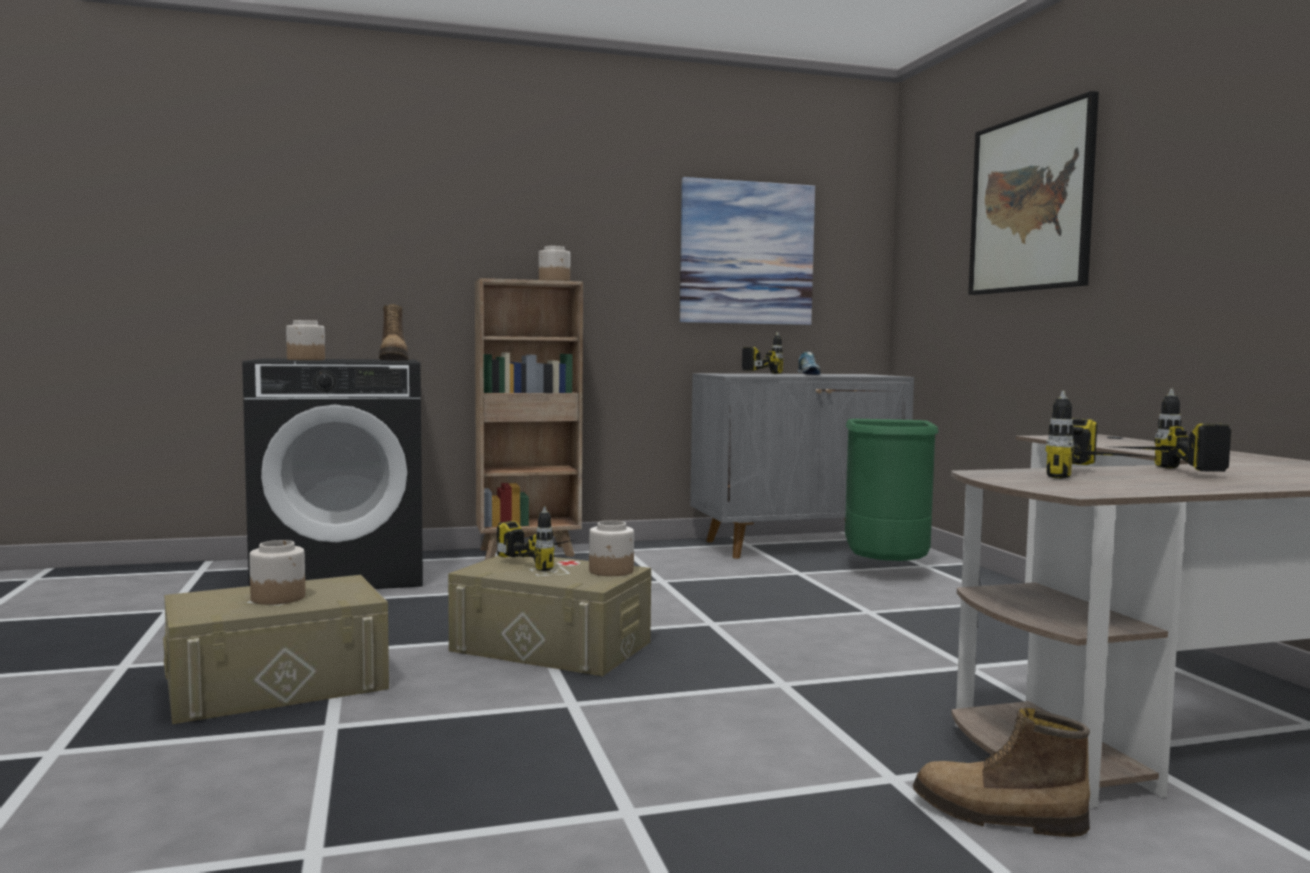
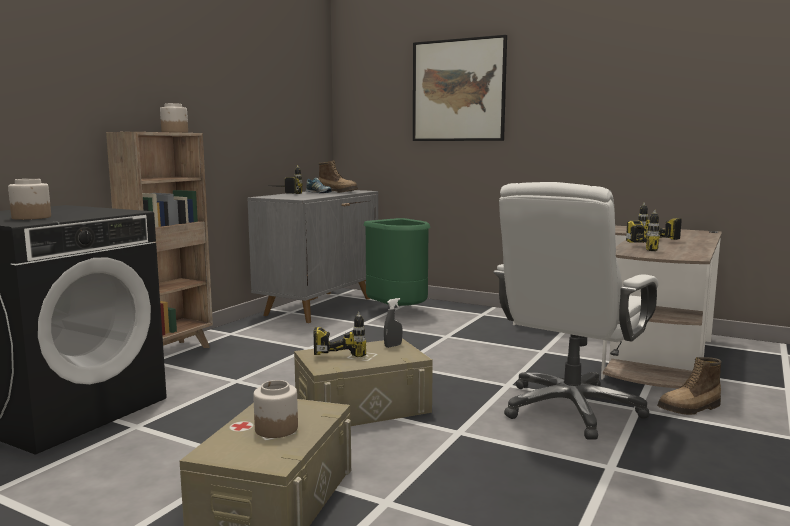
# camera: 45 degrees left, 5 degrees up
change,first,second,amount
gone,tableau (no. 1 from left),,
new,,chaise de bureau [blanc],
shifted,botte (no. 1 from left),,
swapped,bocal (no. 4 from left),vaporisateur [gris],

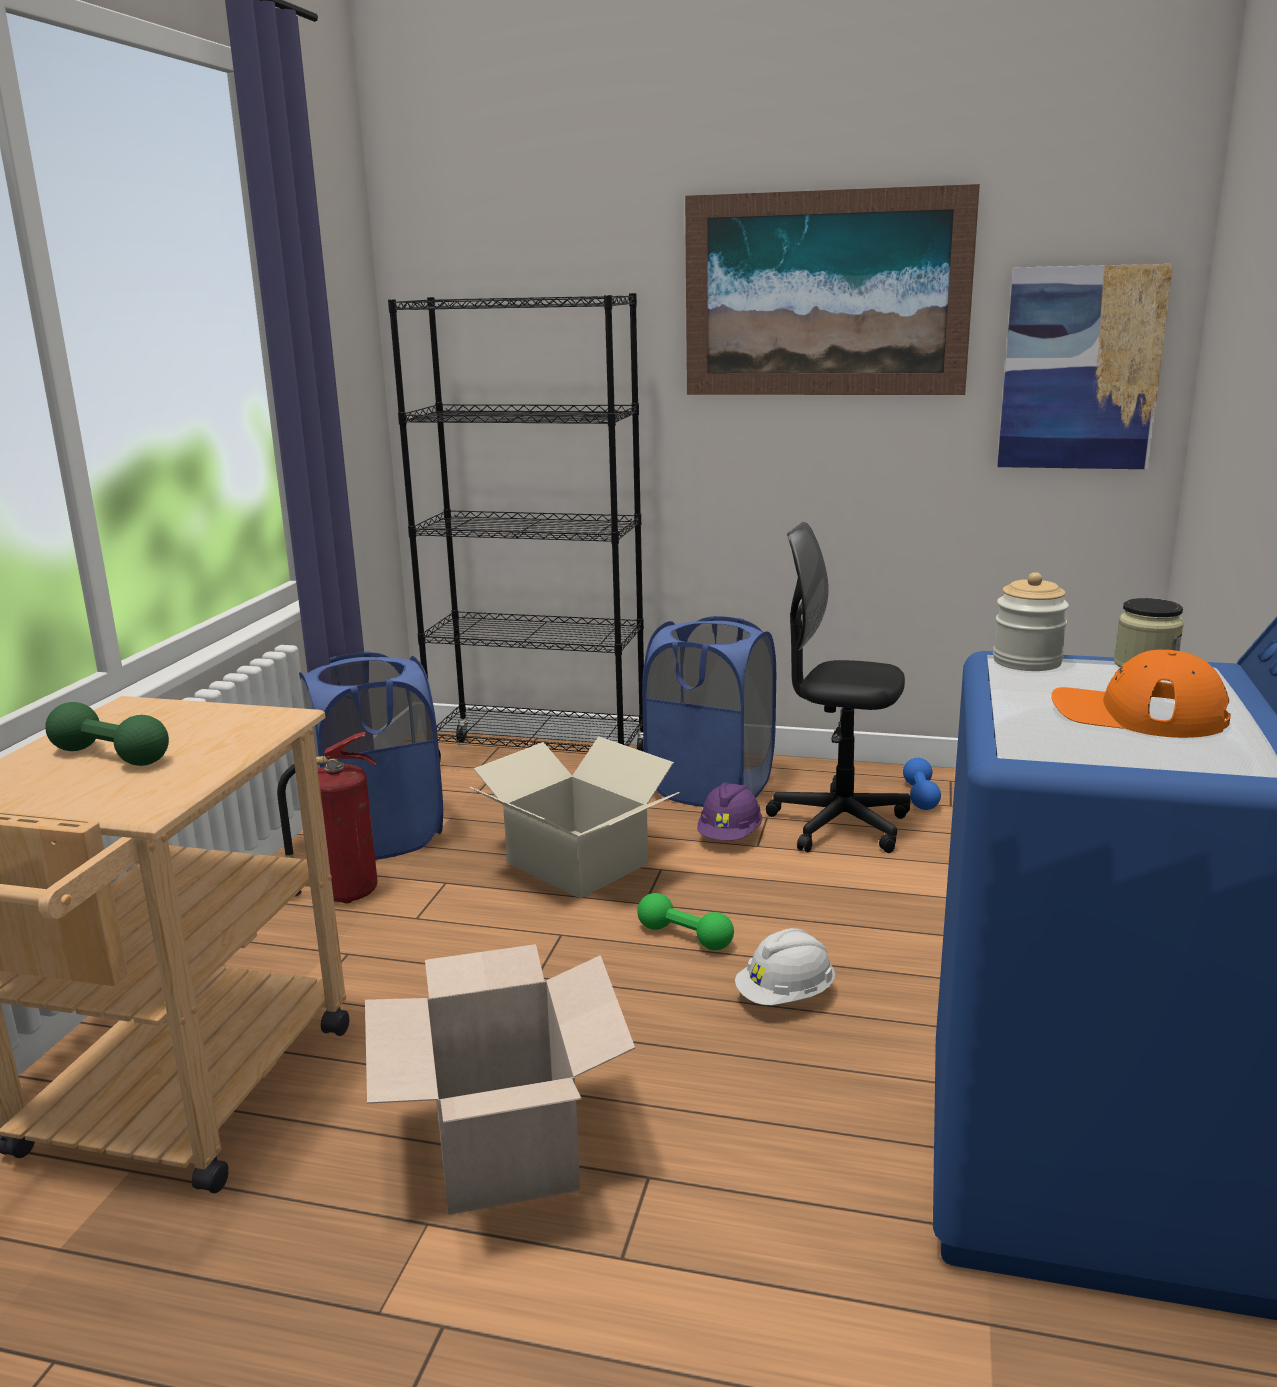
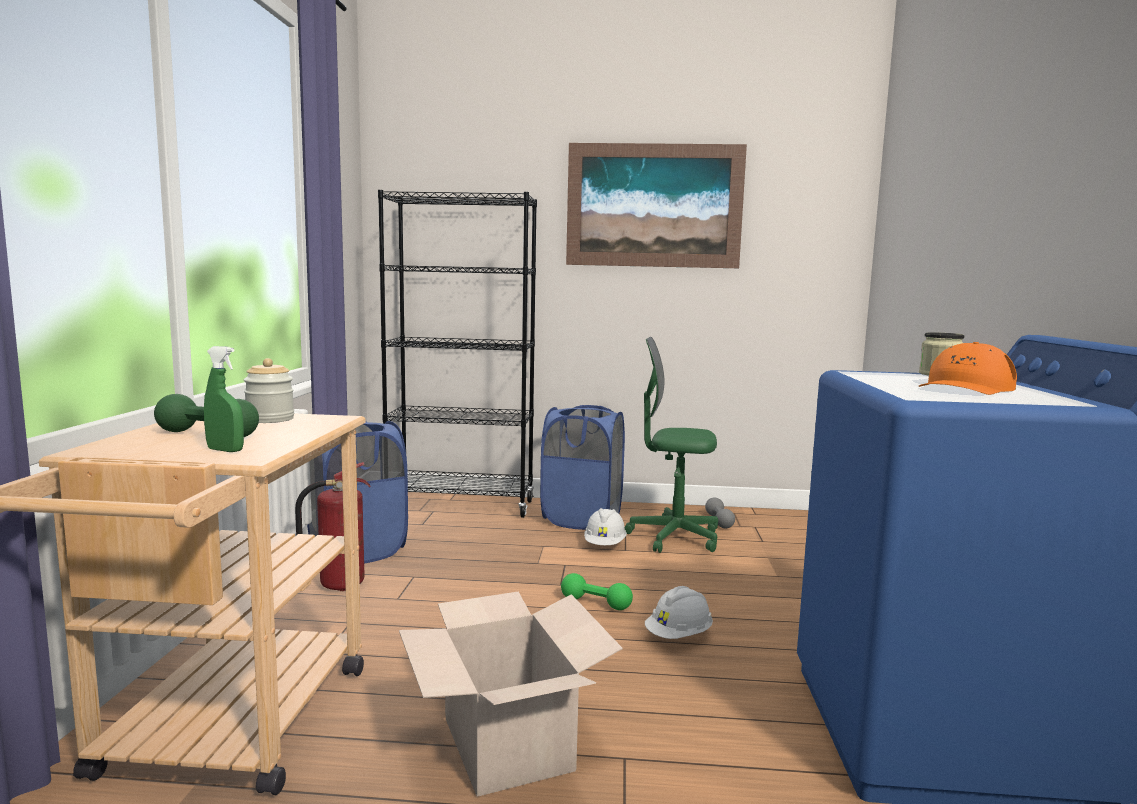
# camera: 10 degrees left, 10 degrees down
change,first,second,amount
gone,carton (no. 2 from left),,
gone,tableau (no. 2 from left),,
new,,vaporisateur [vert],
shifted,bocal (no. 1 from left),,
repainted,casque de chantier [violet],casque de chantier [blanc] (no. 1 from left),
repainted,chaise de bureau [noir],chaise de bureau [vert],
repainted,haltère [bleu],haltère [gris],
rotated,casquette [orange],,60 degrees counterclockwise

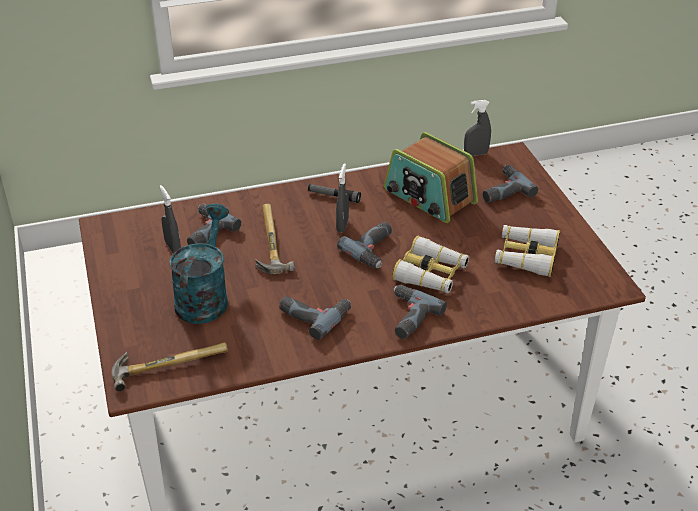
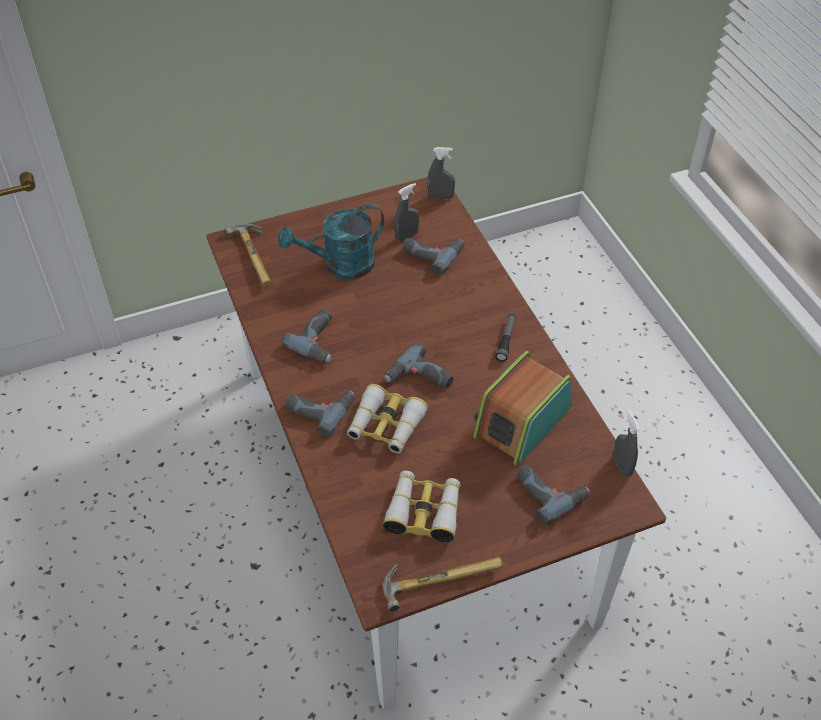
# camera: 85 degrees right, 10 degrees up
change,first,second,amount
shifted,marteau (no. 2 from left),,
shifted,vaporisateur [gris] (no. 2 from left),,
rotated,arrosoir [turquoise],,150 degrees clockwise

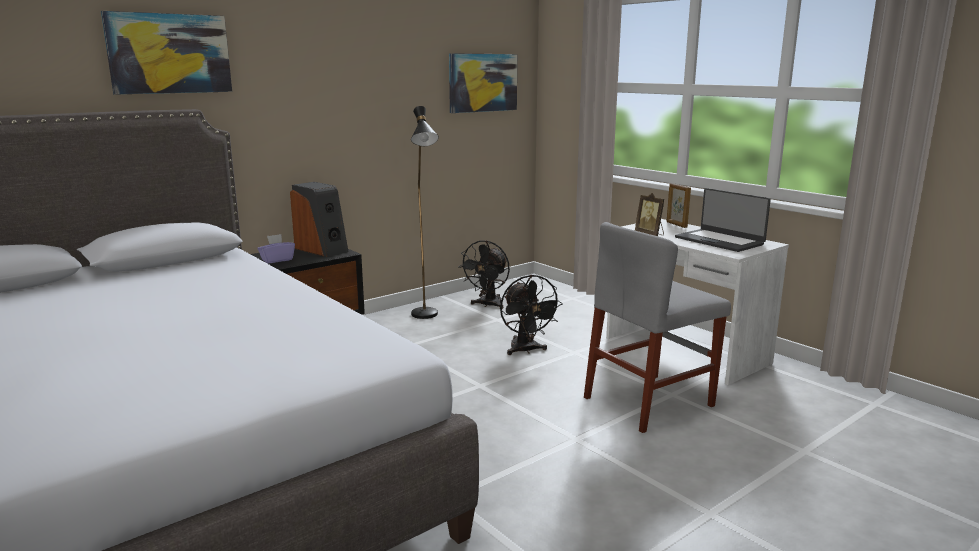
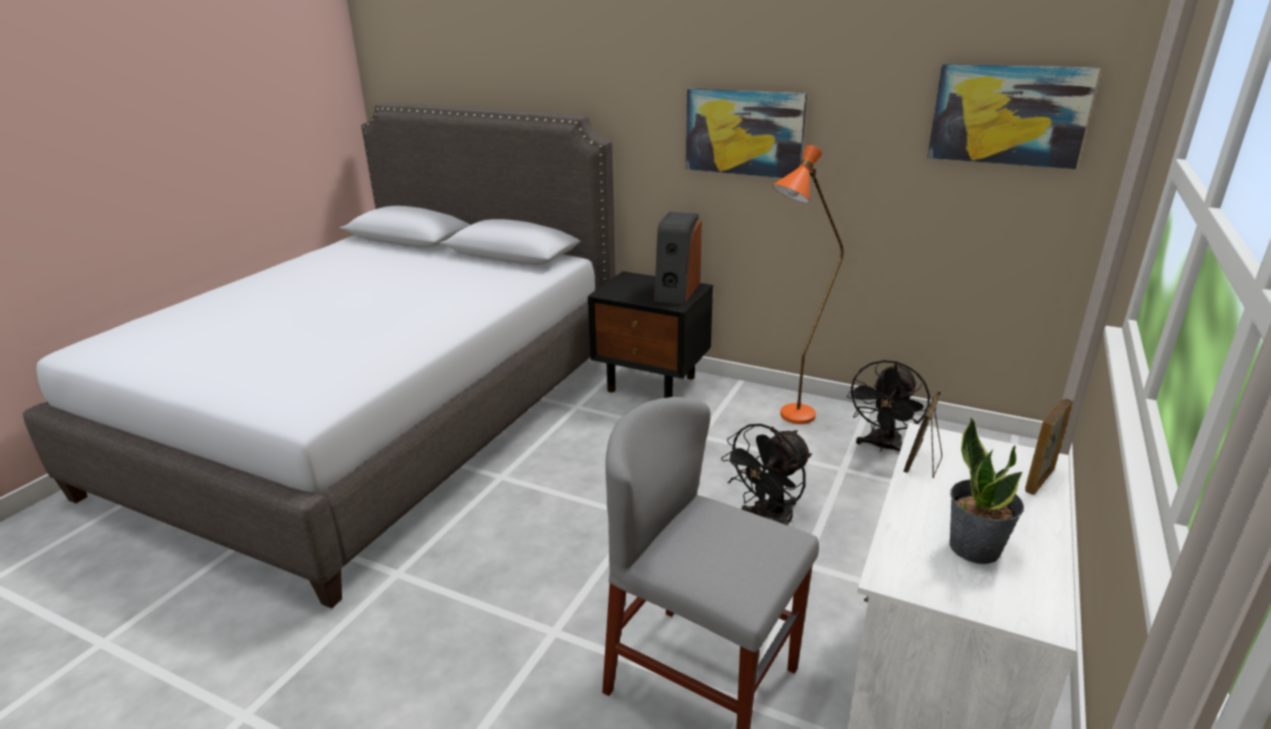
# camera: 65 degrees right, 10 degrees up
change,first,second,amount
gone,boîte à mouchoirs [violet],,
shifted,tableau (no. 1 from left),,
swapped,ordinateur portable,plante en pot,
repainted,lampadaire [noir],lampadaire [orange],
rotated,ventilateur [noir] (no. 1 from left in the first image),ventilateur [noir] (no. 2 from left),60 degrees counterclockwise

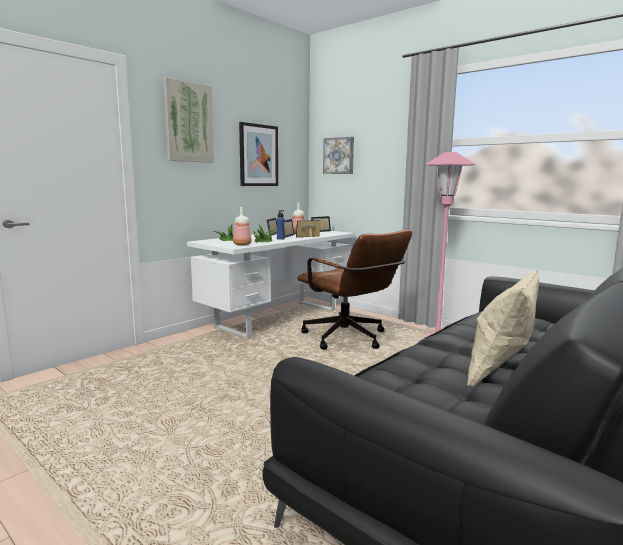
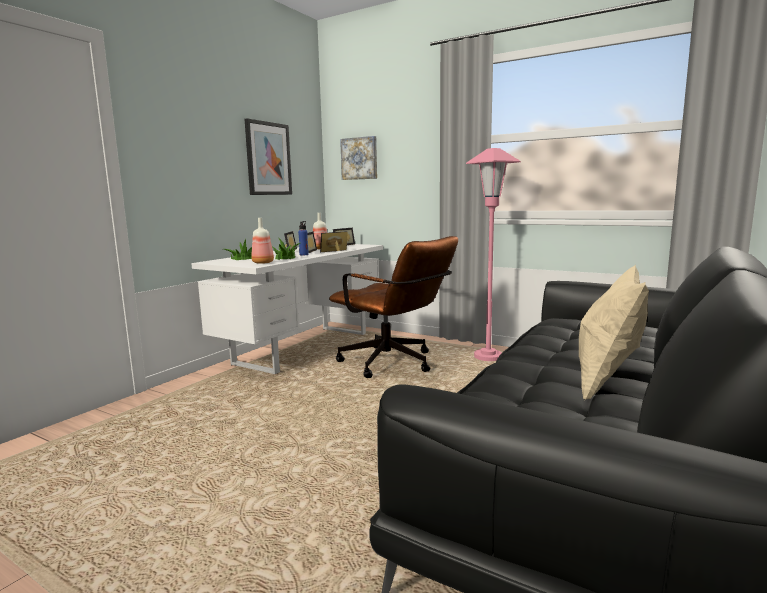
# camera: 10 degrees left, 0 degrees up
change,first,second,amount
gone,tableau (no. 1 from left),,

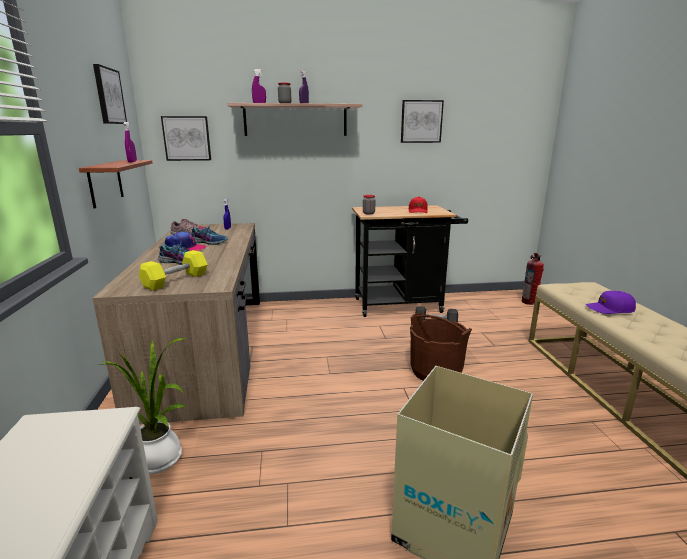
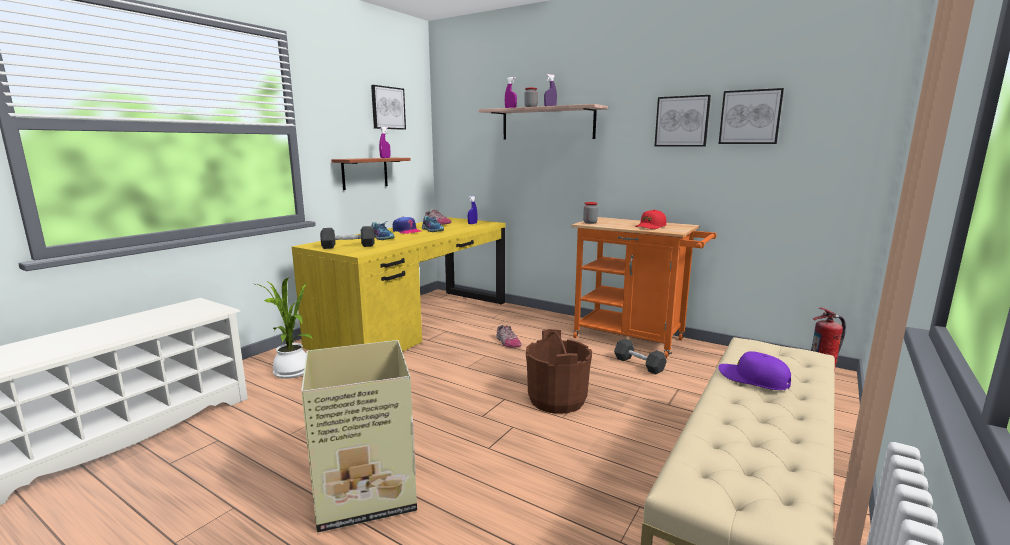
# camera: 40 degrees right, 5 degrees down
change,first,second,amount
new,,chaussure (no. 4 from left),
shifted,tableau (no. 2 from left in the first image),tableau (no. 3 from left),
repainted,bureau [marron],bureau [jaune],
repainted,haltère [jaune],haltère [noir] (no. 1 from left),
repainted,chariot [noir],chariot [orange],

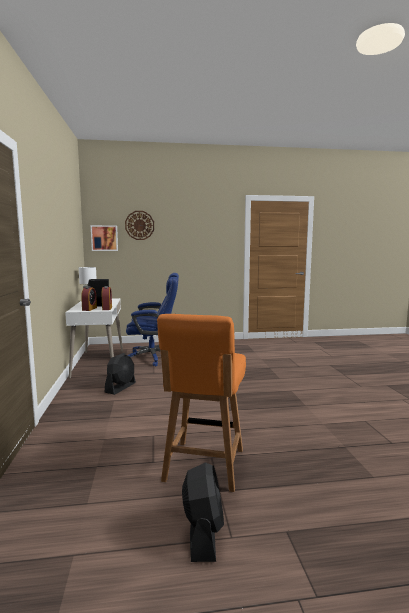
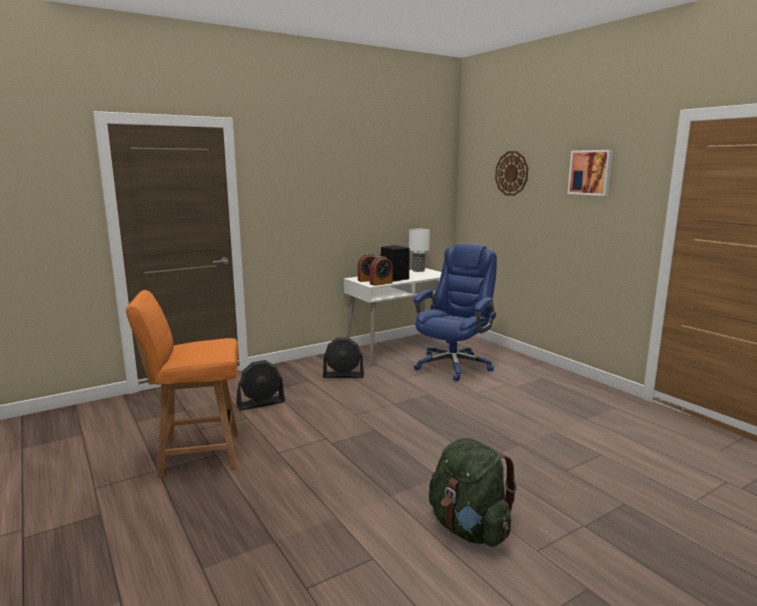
# camera: 65 degrees right, 5 degrees up
change,first,second,amount
new,,sac à dos [vert],
shifted,tableau,,
shifted,ventilateur [noir] (no. 2 from left in the first image),ventilateur [noir] (no. 1 from left),
rotated,chaise de bureau [bleu],,120 degrees counterclockwise

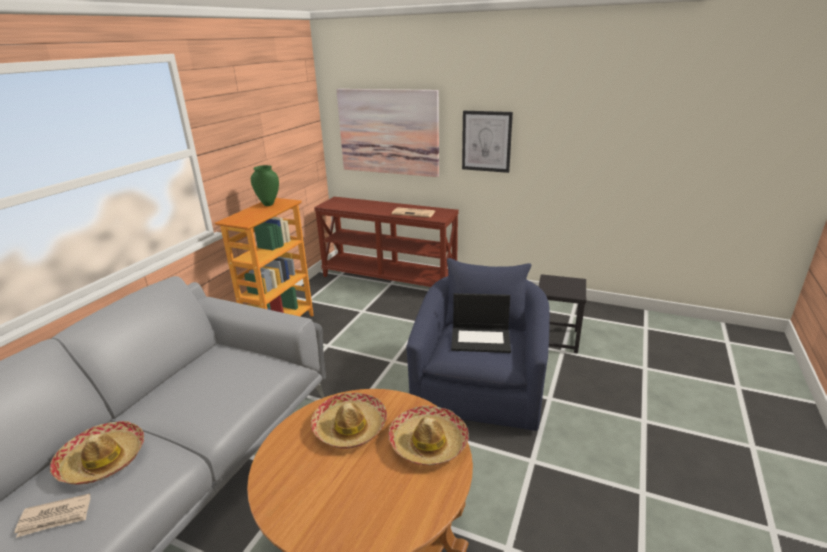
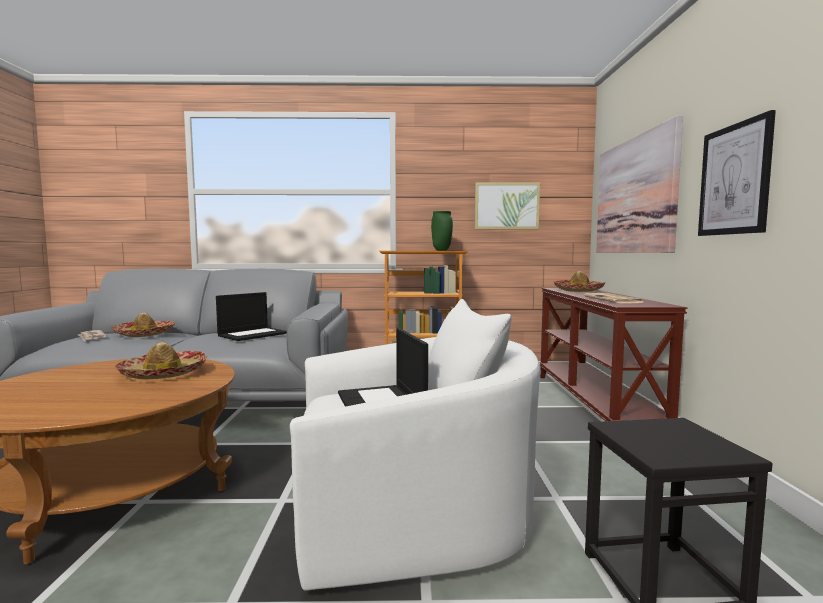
# camera: 65 degrees right, 20 degrees down
change,first,second,amount
new,,ordinateur portable (no. 1 from left),
new,,tableau (no. 1 from left),
shifted,chapeau (no. 3 from left),,
repainted,fauteuil [bleu],fauteuil [blanc],

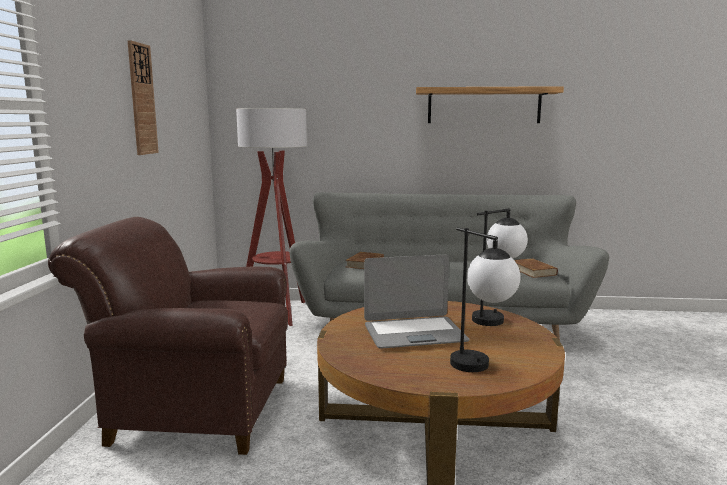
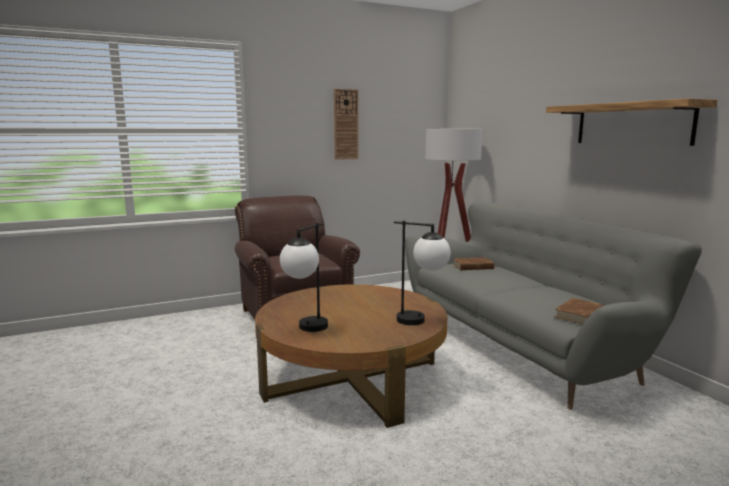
# camera: 60 degrees right, 0 degrees up
change,first,second,amount
gone,ordinateur portable,,

